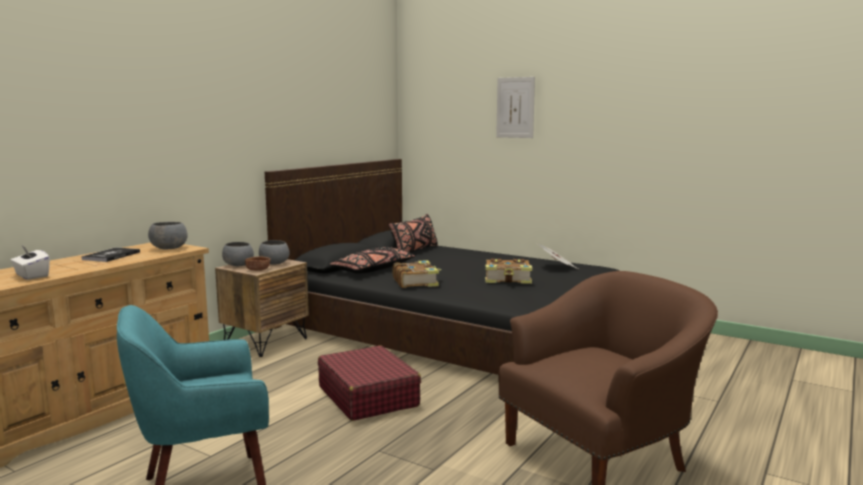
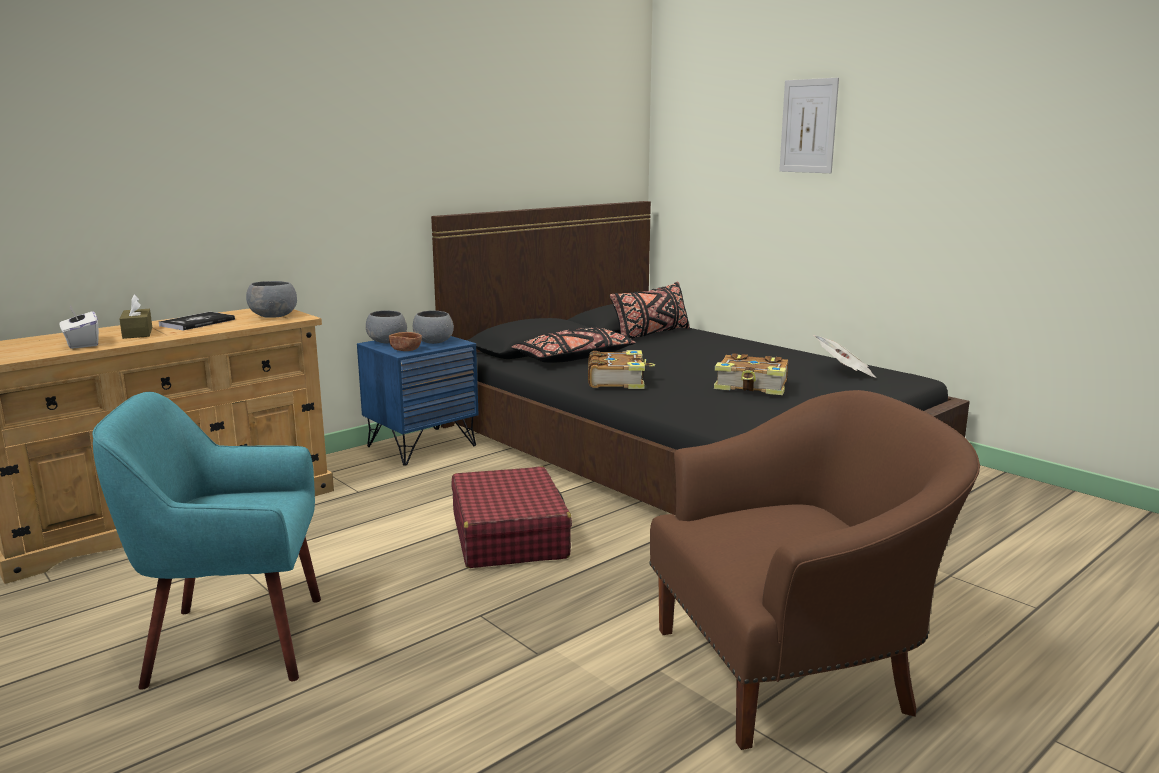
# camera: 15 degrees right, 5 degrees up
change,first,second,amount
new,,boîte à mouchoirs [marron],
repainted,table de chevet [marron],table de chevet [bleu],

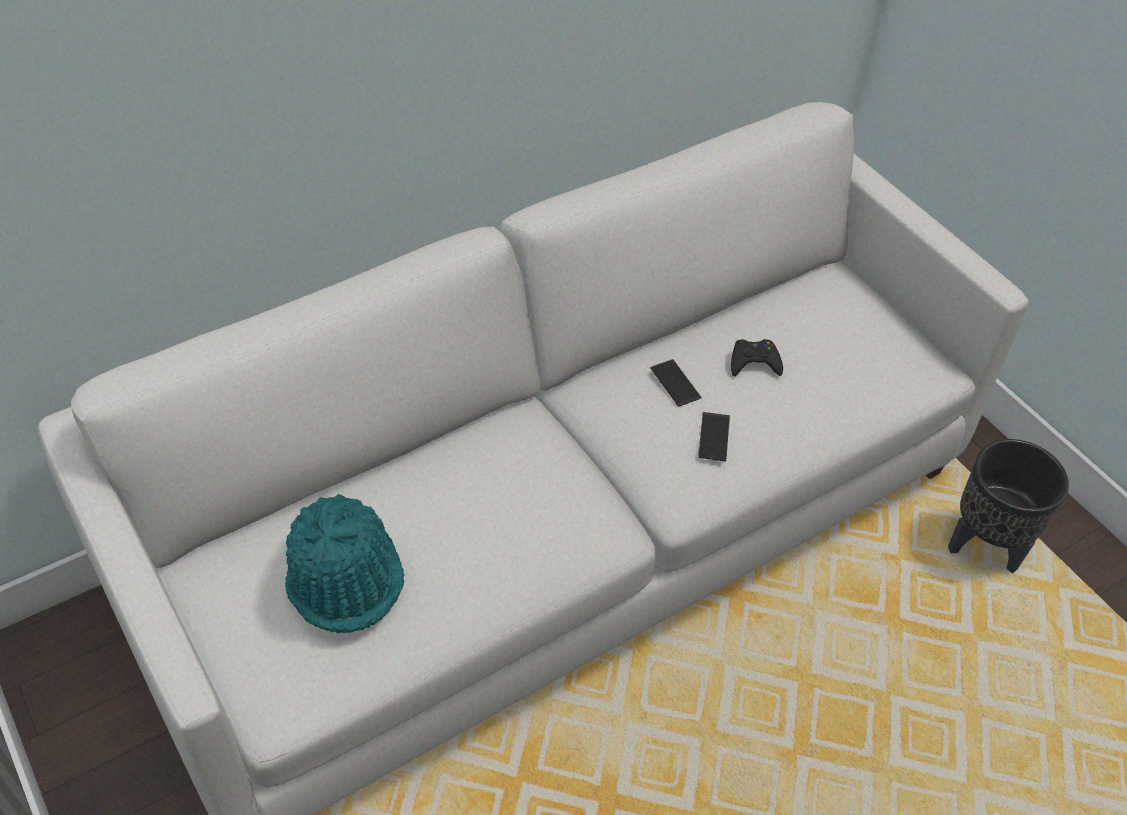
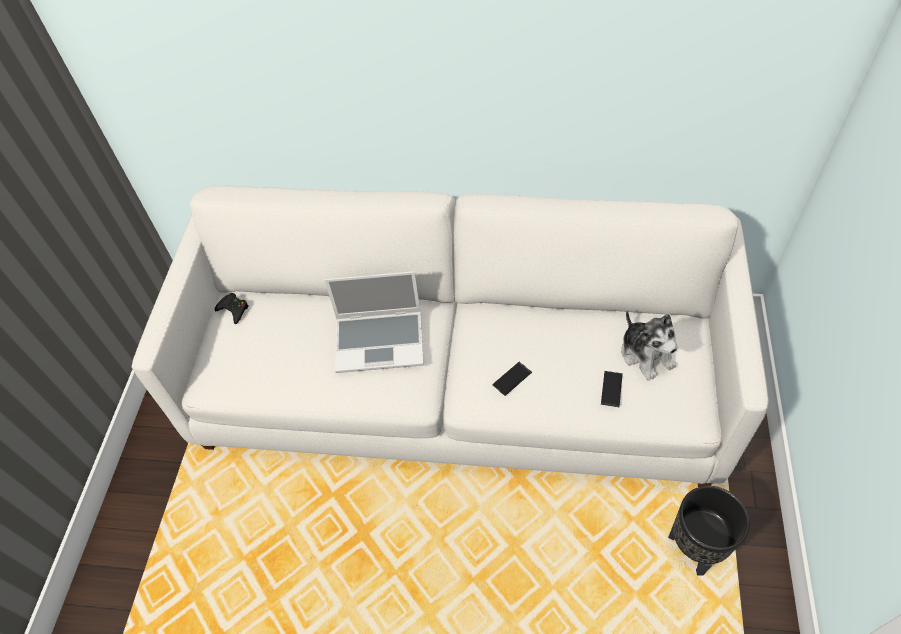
# camera: 45 degrees right, 5 degrees up
change,first,second,amount
gone,chapeau [turquoise],,
new,,ordinateur portable,
new,,peluche,
shifted,téléphone (no. 1 from left in the first image),téléphone (no. 2 from left),
shifted,manette [noir],,

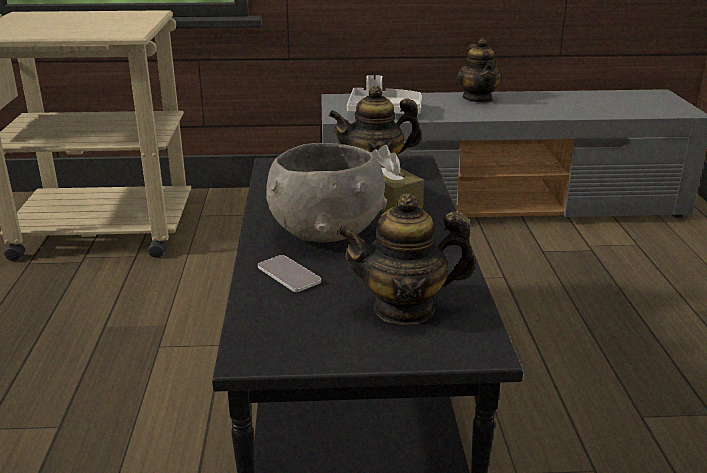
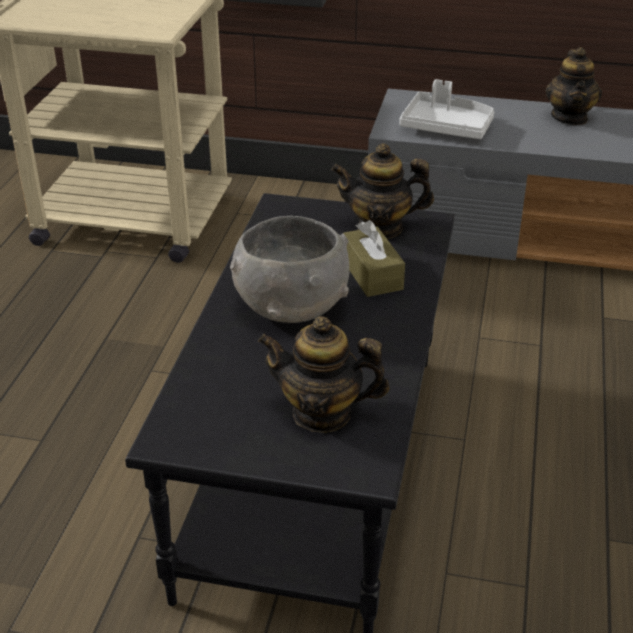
# camera: 15 degrees right, 10 degrees up
change,first,second,amount
gone,téléphone,,

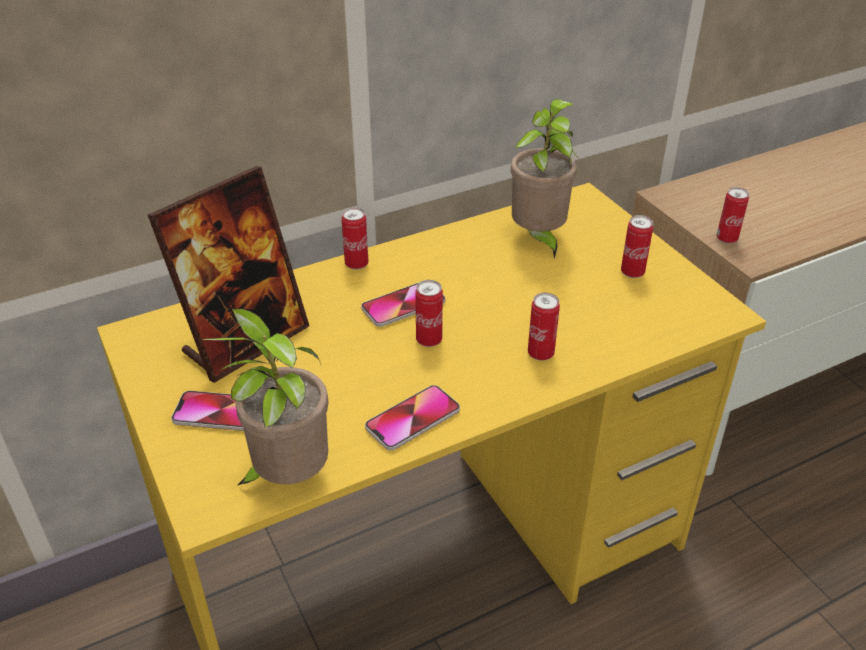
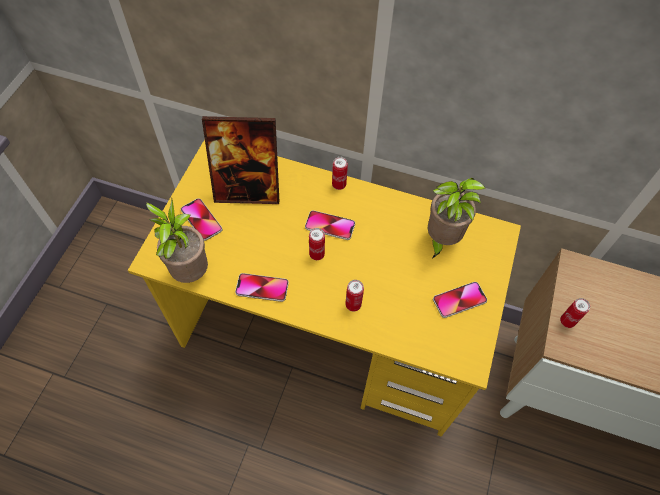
# camera: 45 degrees right, 20 degrees up
change,first,second,amount
swapped,boîte métallique (no. 4 from left),téléphone (no. 4 from left),

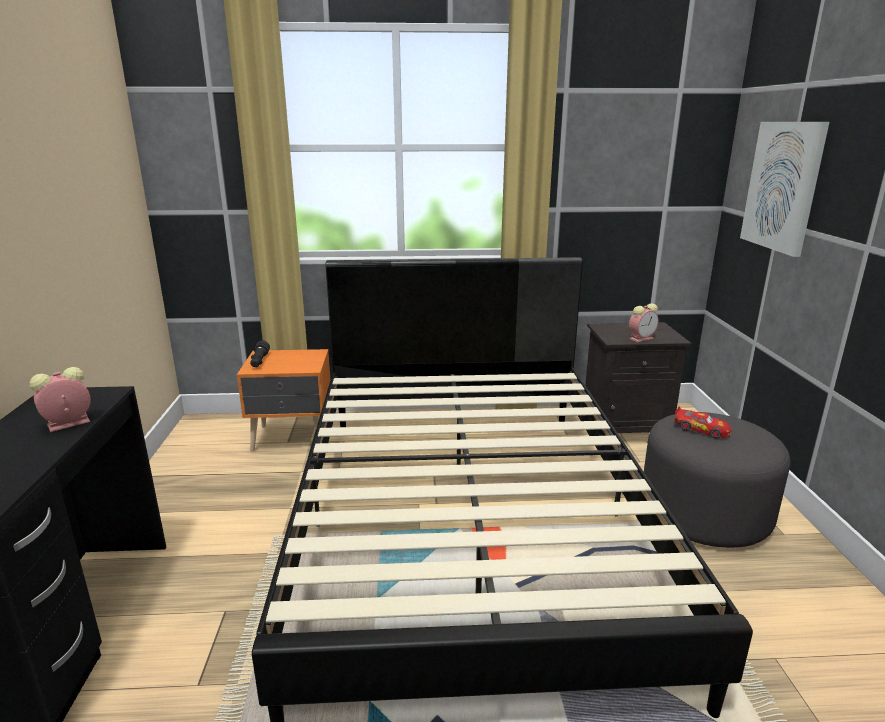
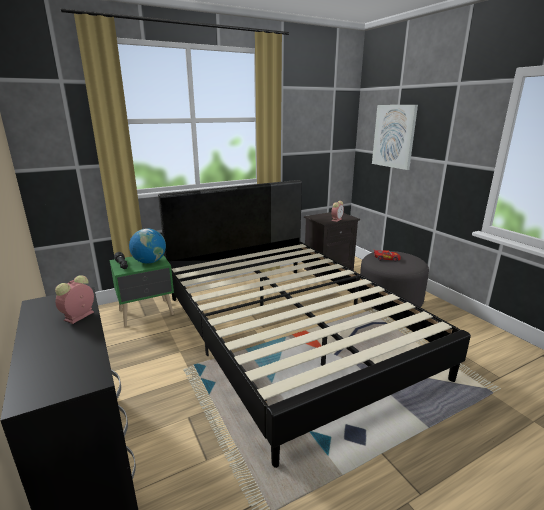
# camera: 25 degrees left, 0 degrees up
change,first,second,amount
new,,globe,
repainted,table de chevet [orange],table de chevet [vert],

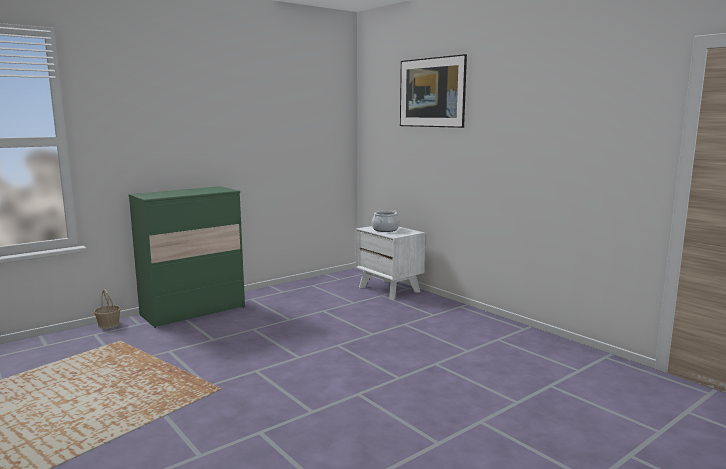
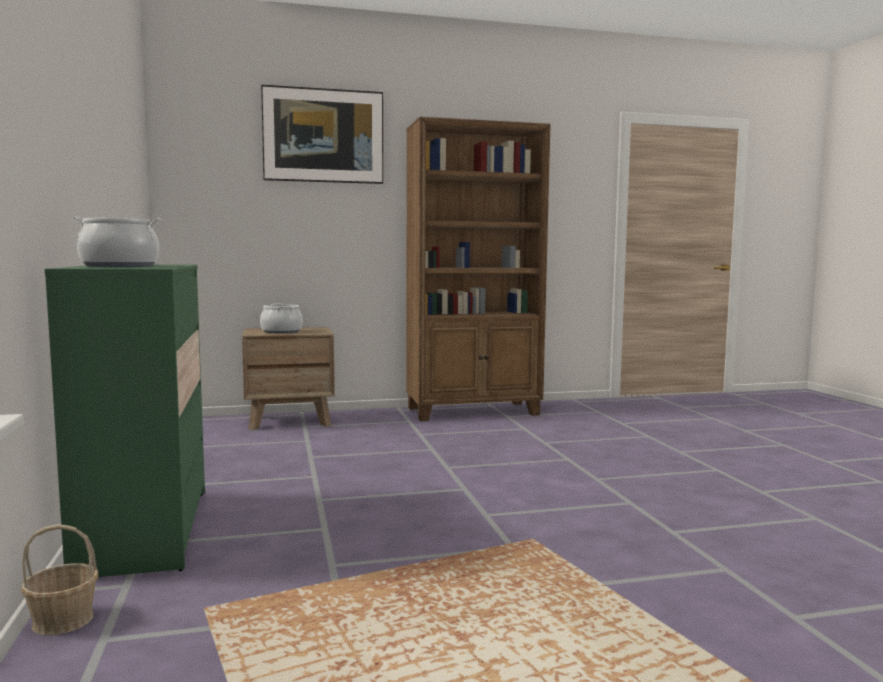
# camera: 65 degrees left, 5 degrees down
change,first,second,amount
new,,marmite (no. 1 from left),
new,,bibliothèque [marron],
repainted,table de chevet [blanc],table de chevet [marron],

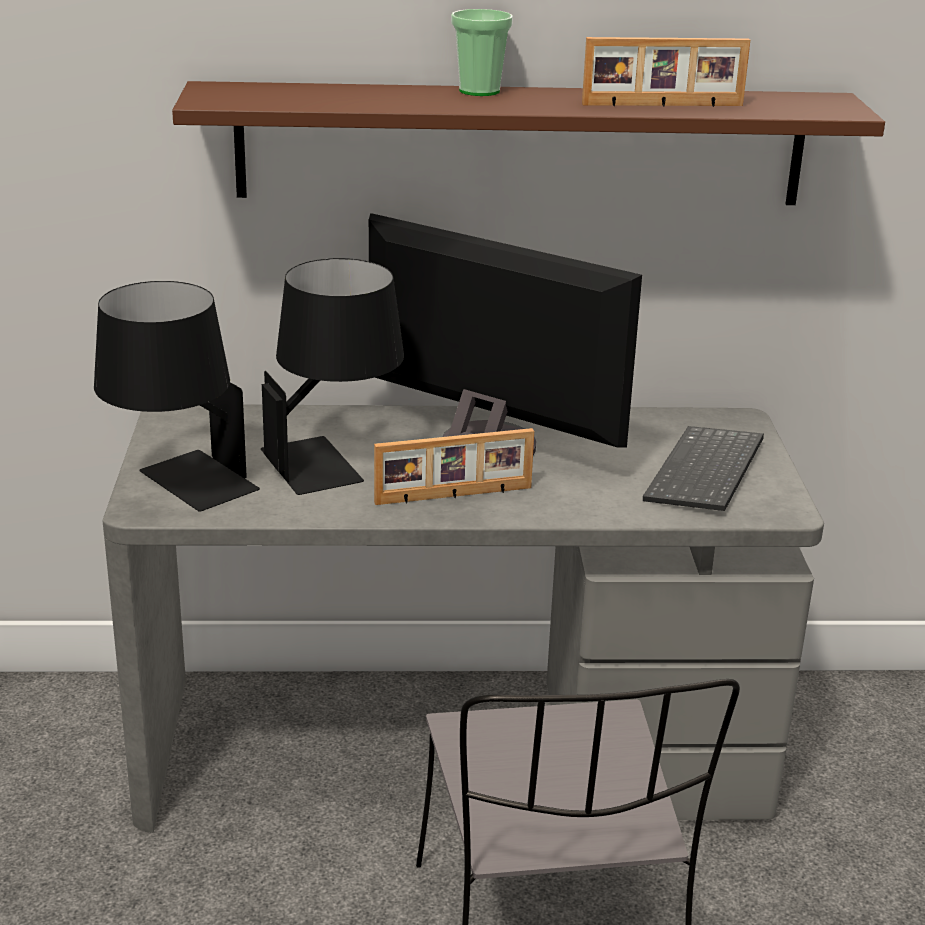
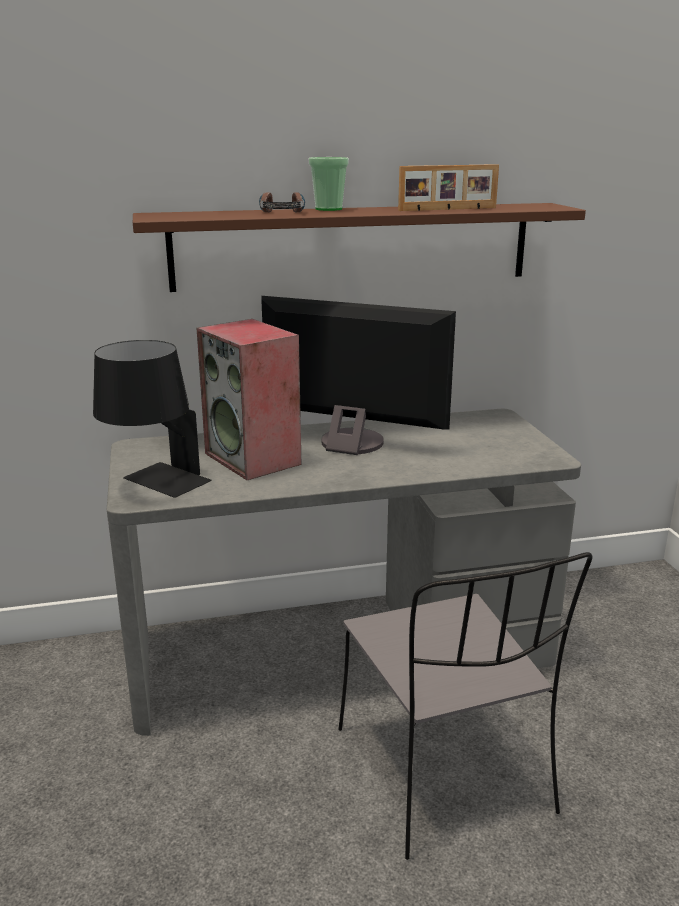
# camera: 10 degrees left, 5 degrees down
change,first,second,amount
gone,cadre photo (no. 1 from left),,
gone,clavier,,
new,,casque audio,
swapped,lampe de table [noir] (no. 2 from left),enceinte,

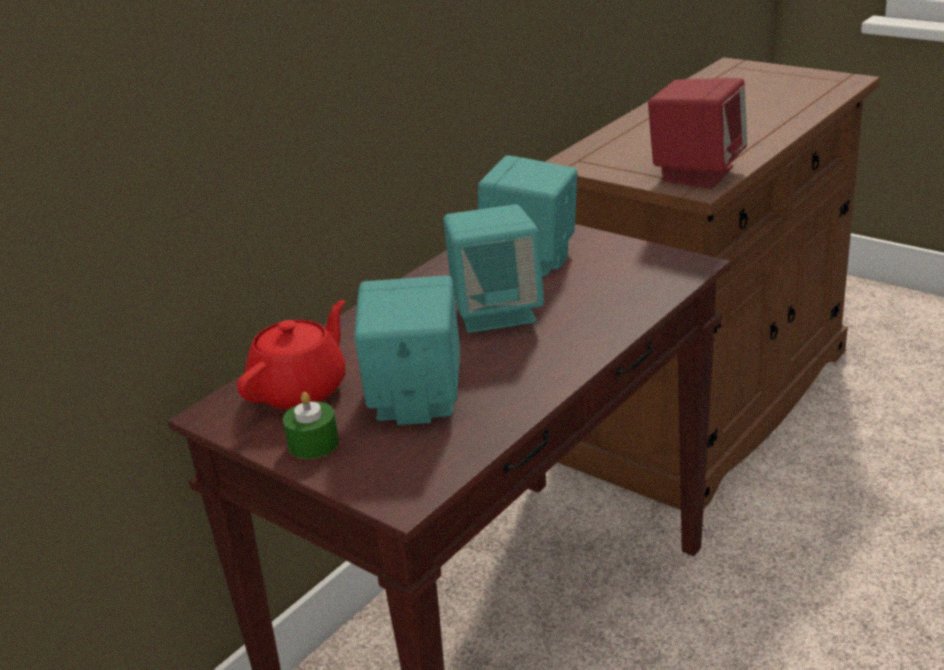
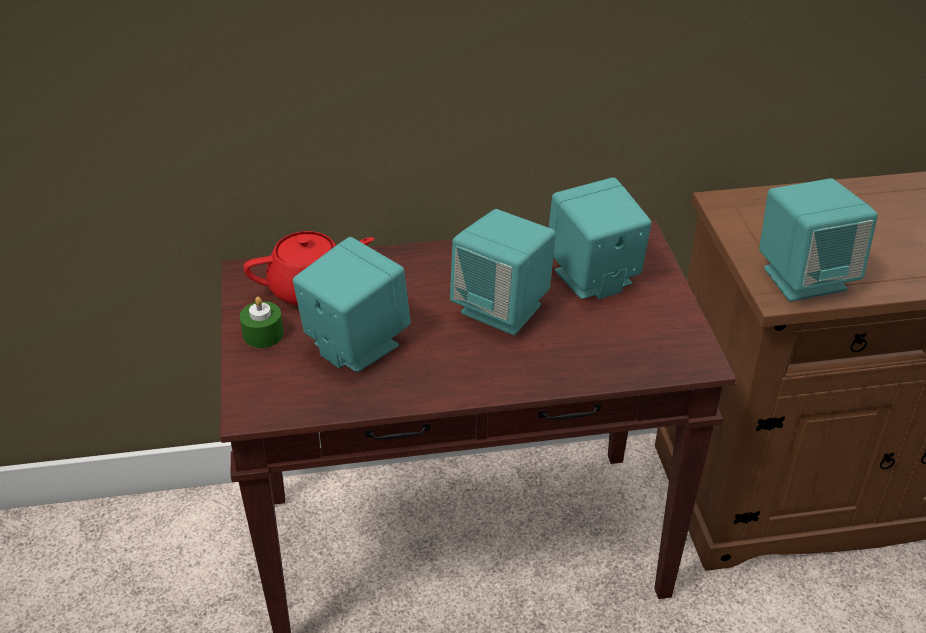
# camera: 40 degrees right, 10 degrees up
change,first,second,amount
repainted,enceinte [rouge],enceinte [turquoise] (no. 4 from left),

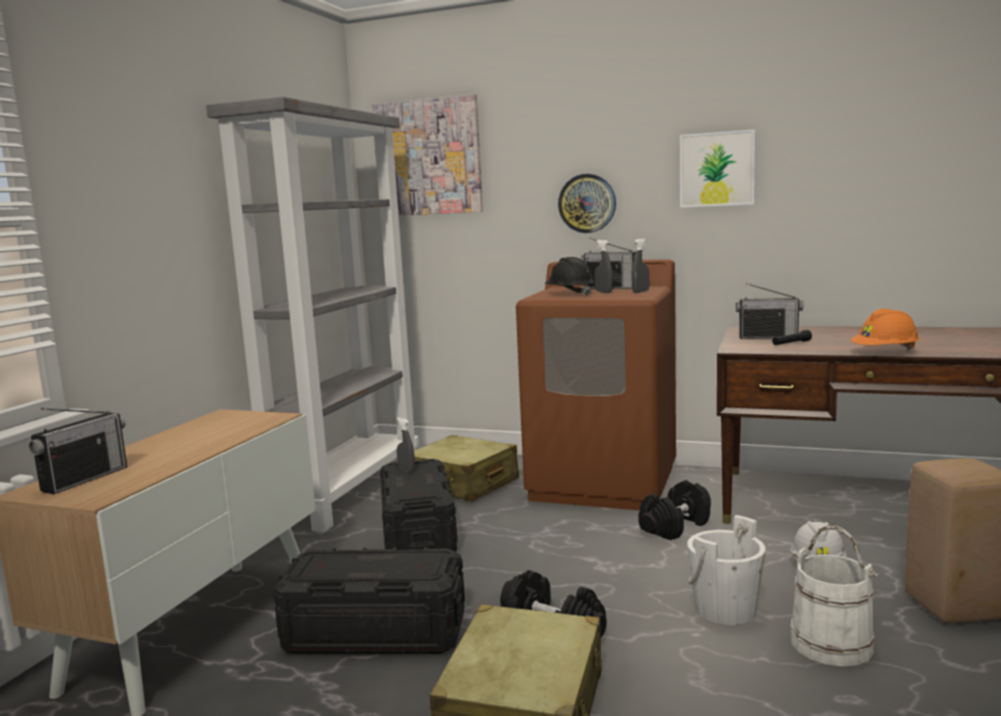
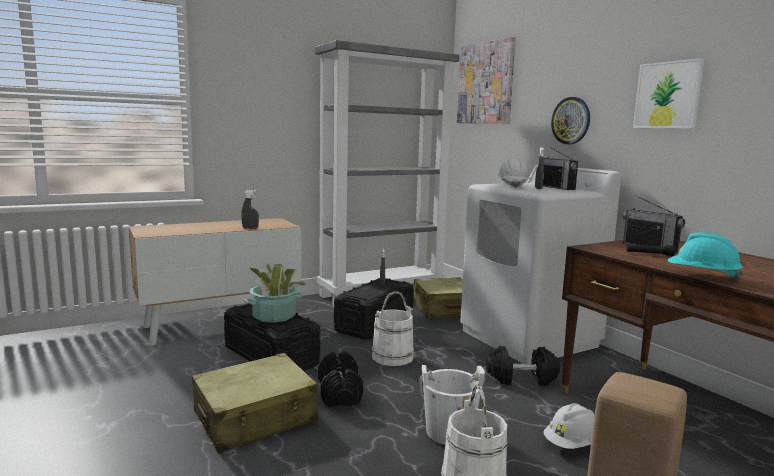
# camera: 40 degrees right, 0 degrees up
change,first,second,amount
gone,radio (no. 1 from left),,
new,,plante en pot,
new,,seau [blanc] (no. 1 from left),
shifted,vaporisateur [gris] (no. 3 from left in the first image),vaporisateur [gris] (no. 1 from left),
repainted,lave-linge [marron],lave-linge [blanc],
repainted,casque de chantier [noir],casque de chantier [blanc] (no. 1 from left),
repainted,casque de chantier [orange],casque de chantier [turquoise],

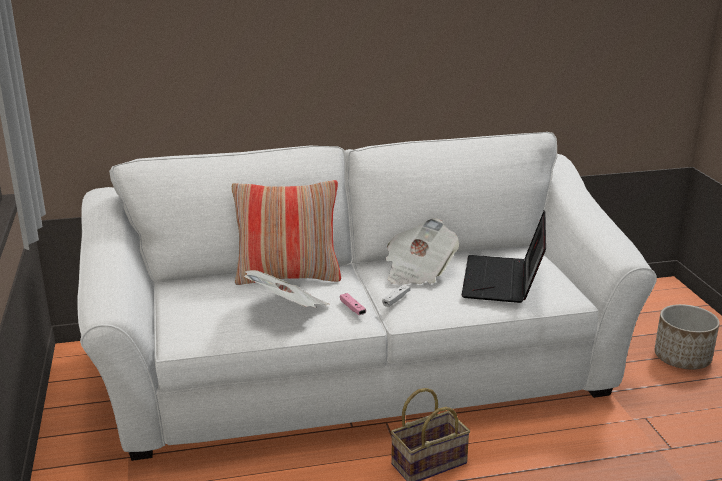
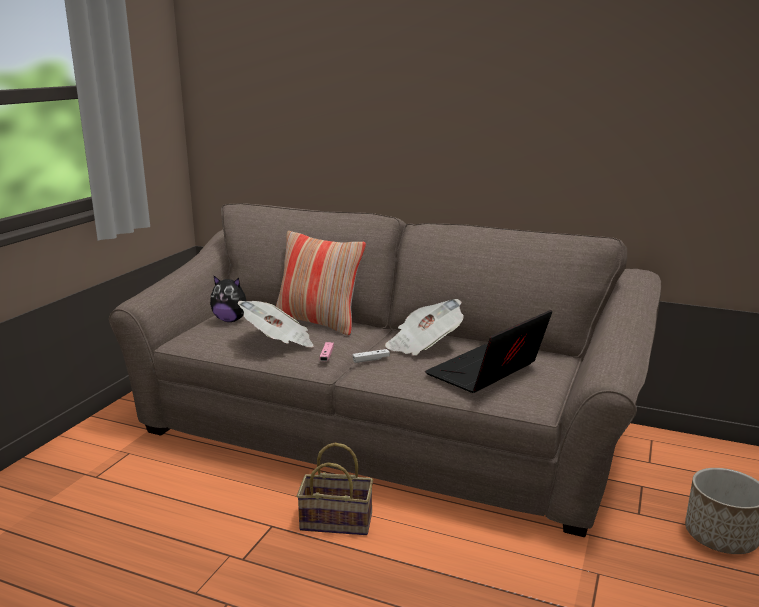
# camera: 35 degrees right, 5 degrees down
change,first,second,amount
new,,peluche,
repainted,canapé [blanc],canapé [marron],

